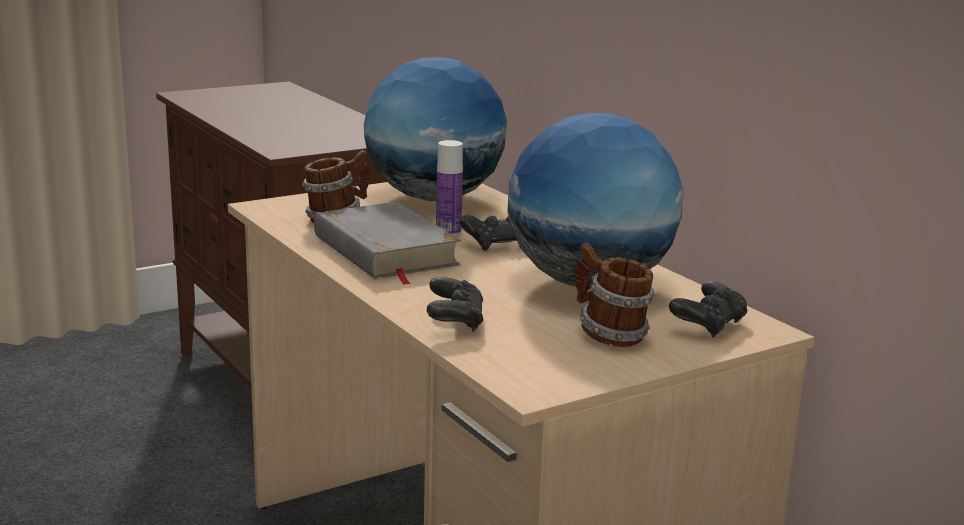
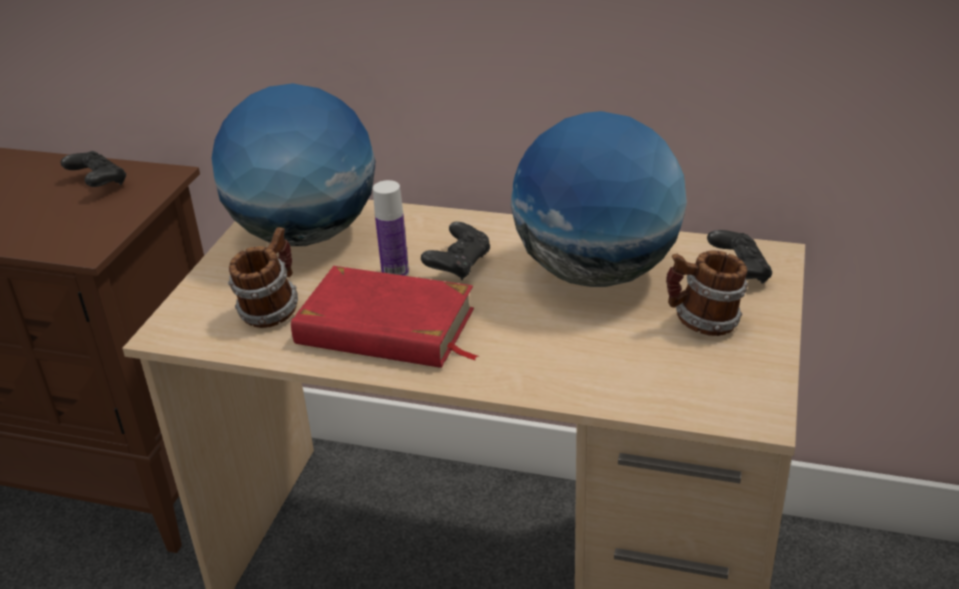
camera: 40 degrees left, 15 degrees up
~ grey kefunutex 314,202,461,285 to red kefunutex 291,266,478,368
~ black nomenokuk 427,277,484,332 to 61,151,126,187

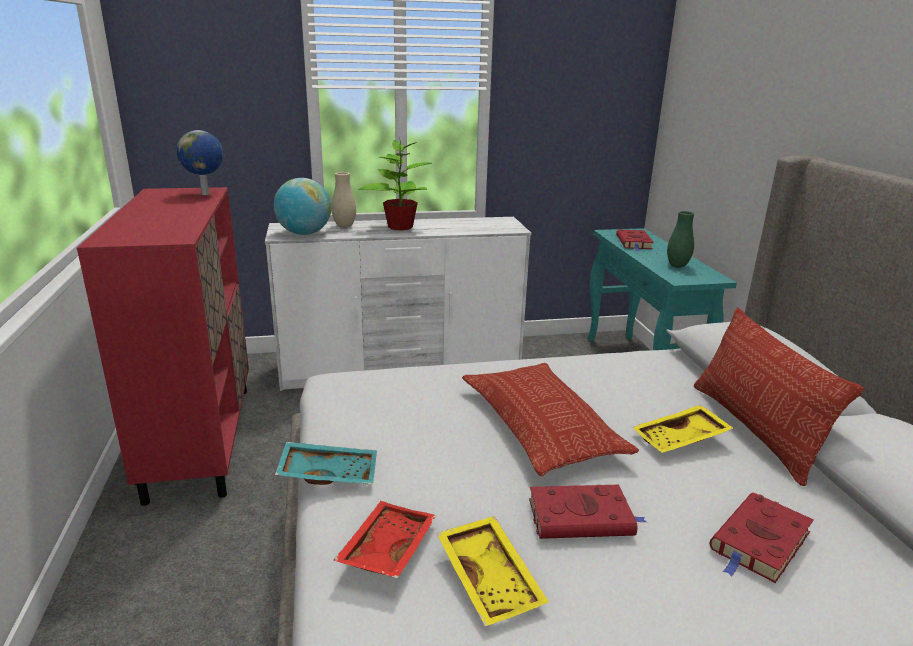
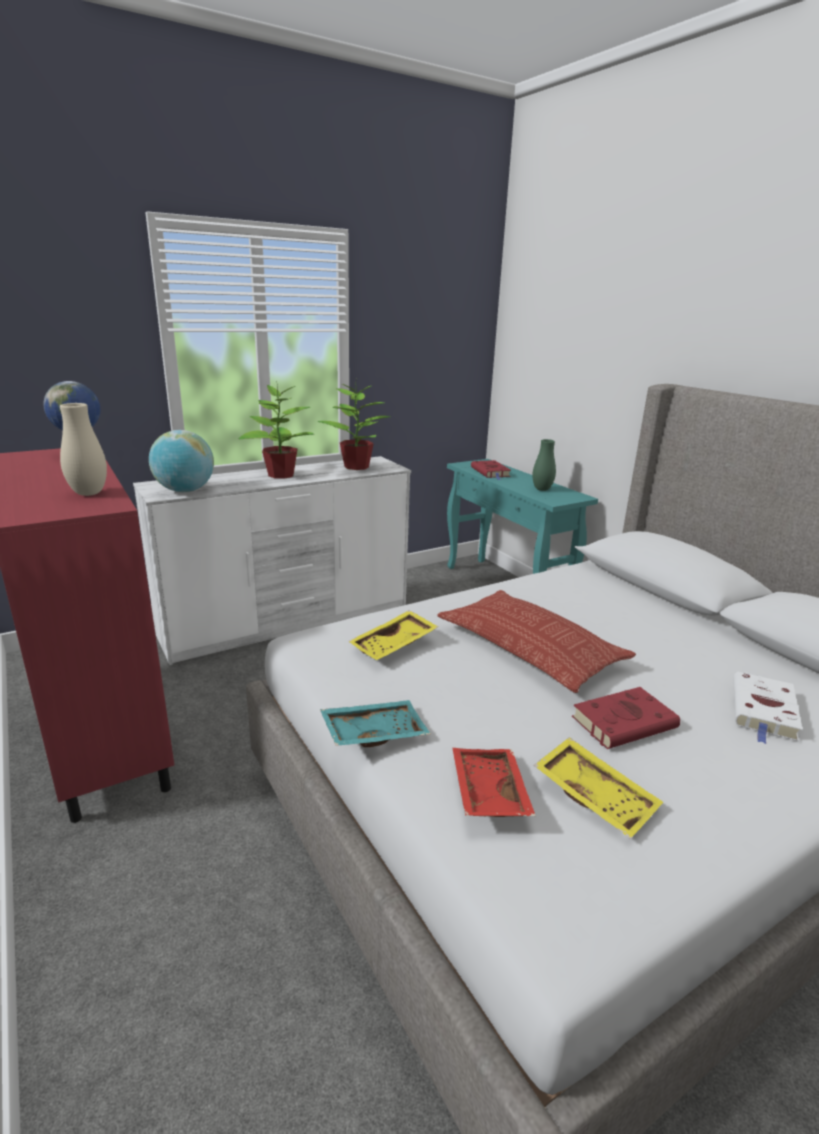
camera: 20 degrees left, 0 degrees up
~ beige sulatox 331,172,356,228 to 60,403,107,496
~ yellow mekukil 632,405,734,453 to 348,610,438,660
- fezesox 694,307,864,486
~ red kefunutex 710,492,814,583 to white kefunutex 733,672,803,744
+ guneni 317,379,390,470

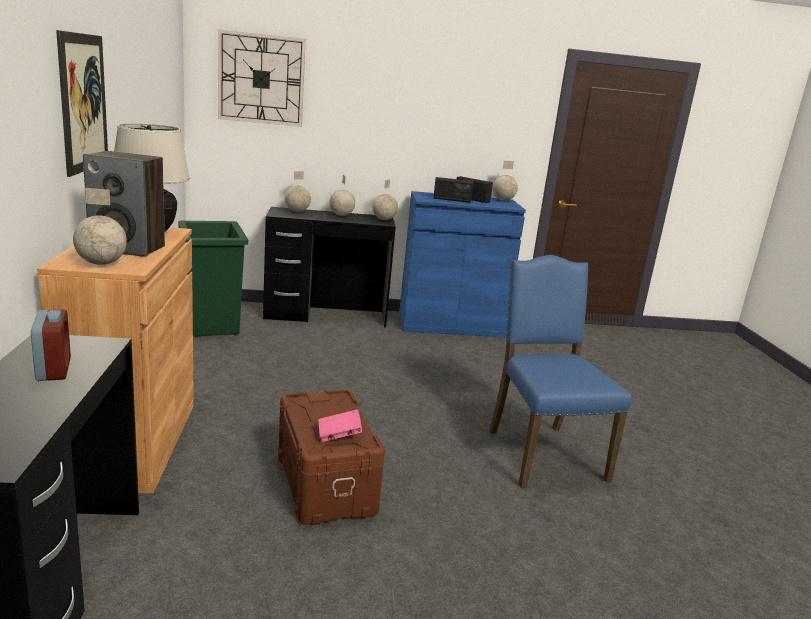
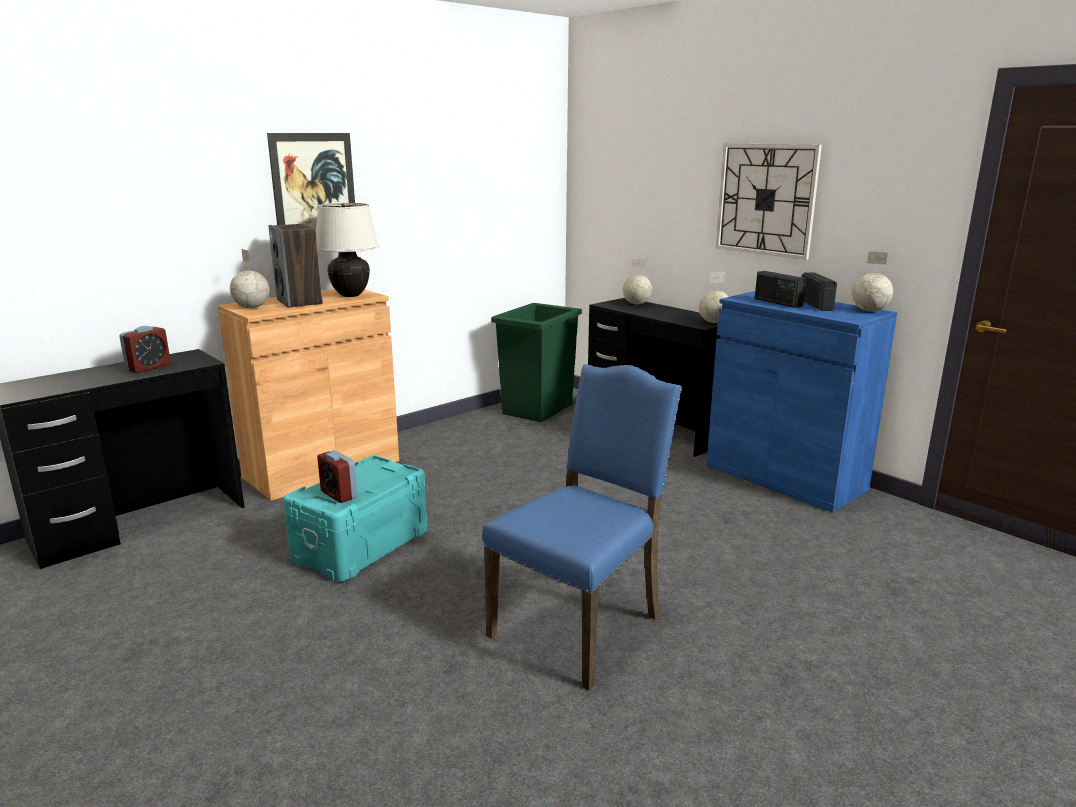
camera: 55 degrees right, 0 degrees up
~ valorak 218,30,306,127 to 716,144,822,260
~ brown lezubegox 278,390,385,525 to turquoise lezubegox 283,455,427,582
~ pink kefunutex 318,409,362,442 to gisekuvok 317,450,358,503
- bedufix 329,175,355,216

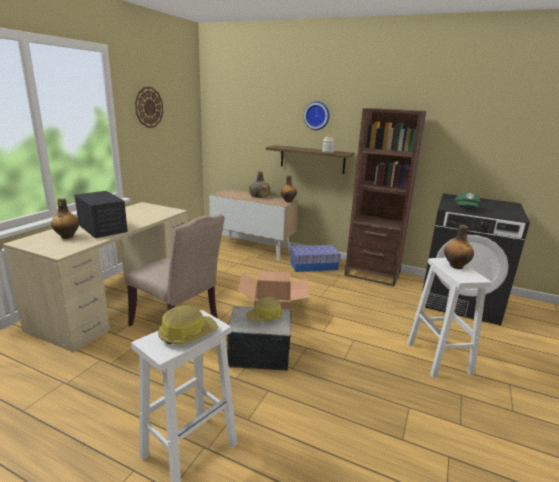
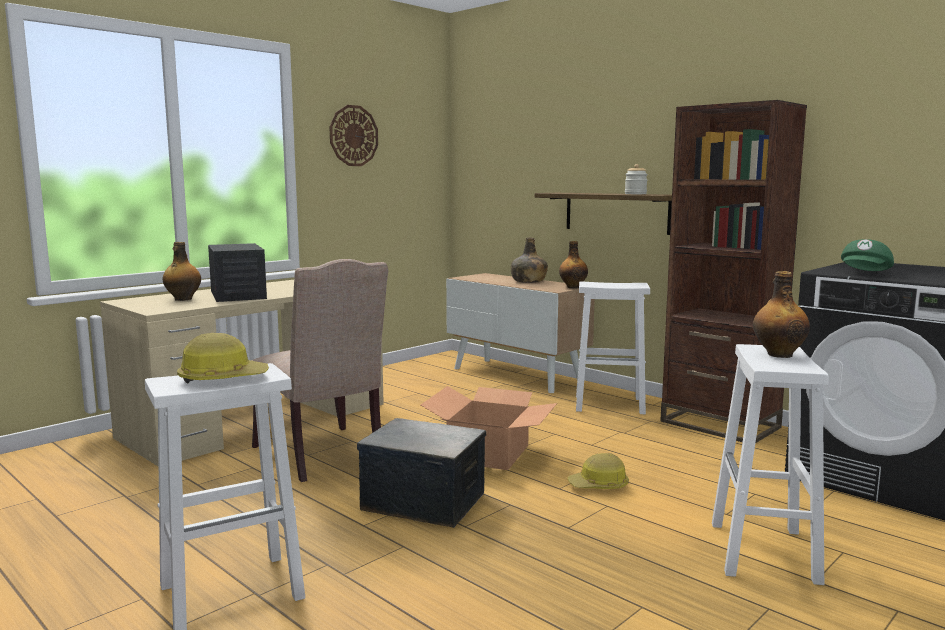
camera: 20 degrees right, 10 degrees down
~ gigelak 246,297,283,322 to 567,453,629,489
~ lezubegox 290,245,341,272 to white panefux 576,281,650,414
- valorak 304,101,330,130

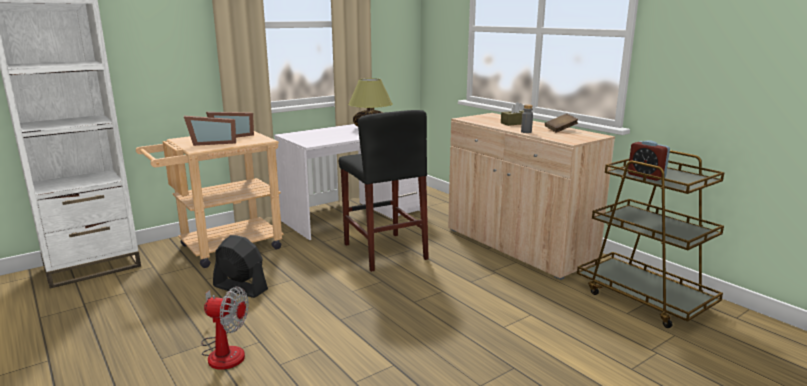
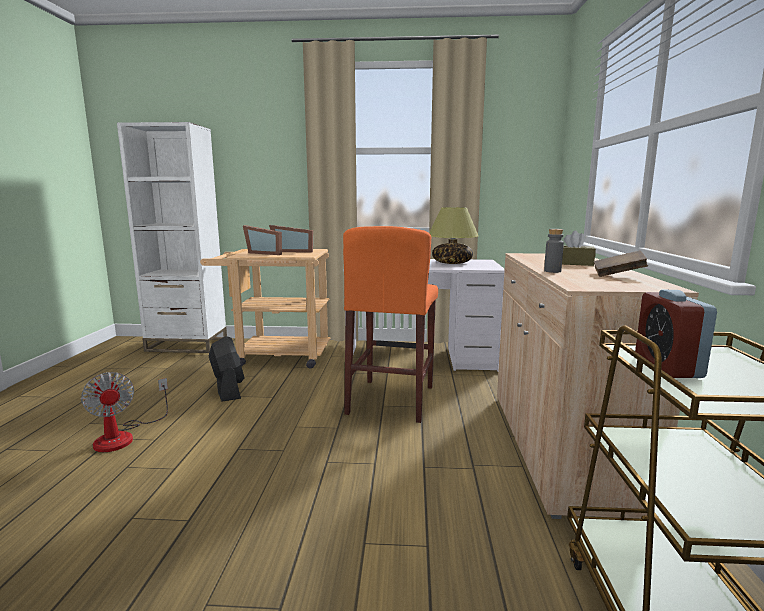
camera: 40 degrees right, 5 degrees down
~ black panefux 339,110,429,272 to orange panefux 343,226,438,423

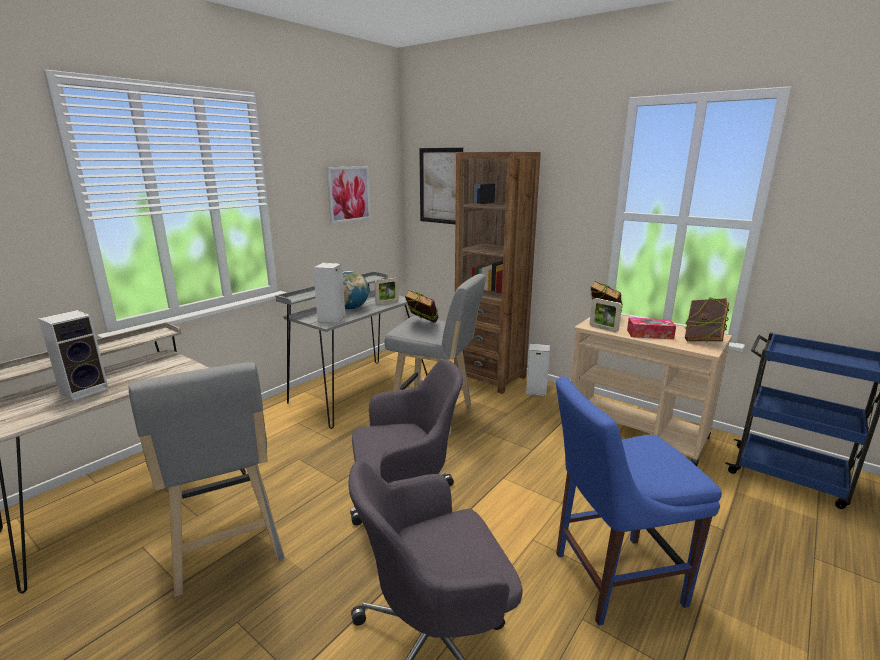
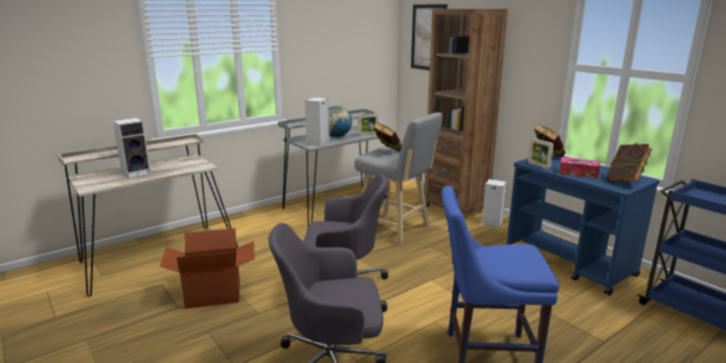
camera: 15 degrees right, 0 degrees up
~ grey panefux 128,362,285,597 to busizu 160,228,255,309
- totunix 326,166,371,224
~ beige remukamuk 571,315,732,466 to blue remukamuk 507,154,660,296

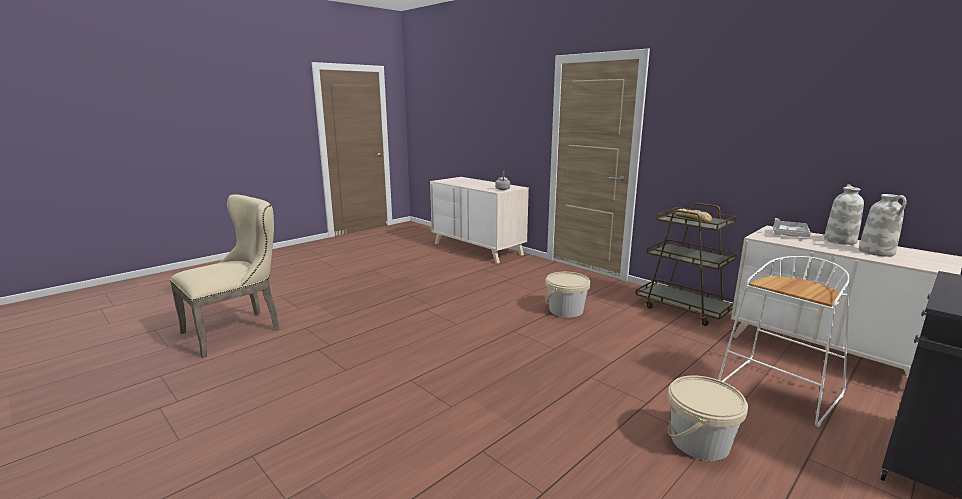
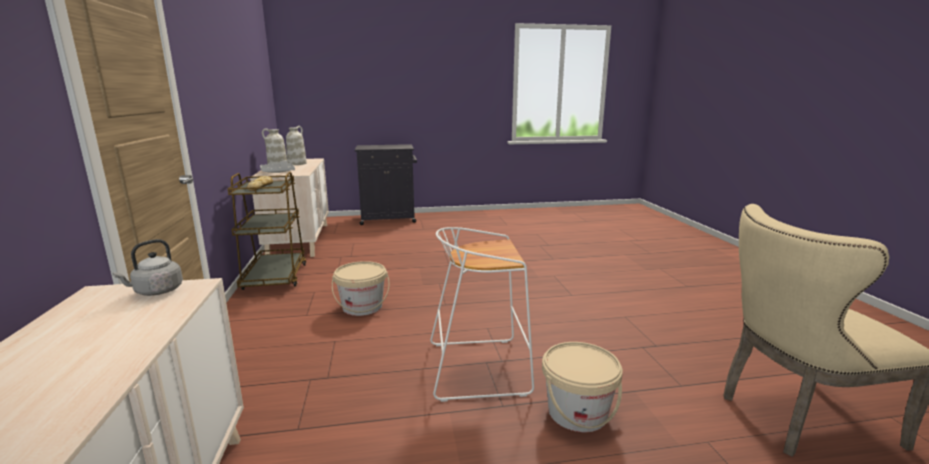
camera: 145 degrees left, 0 degrees up
~ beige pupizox 667,375,748,461 to 542,342,623,432
~ white panefux 718,256,850,427 to 430,227,534,402

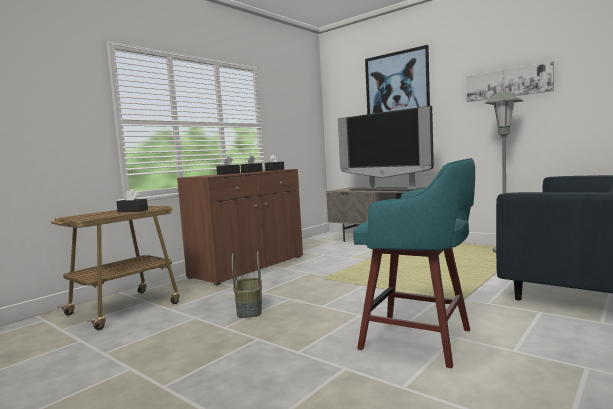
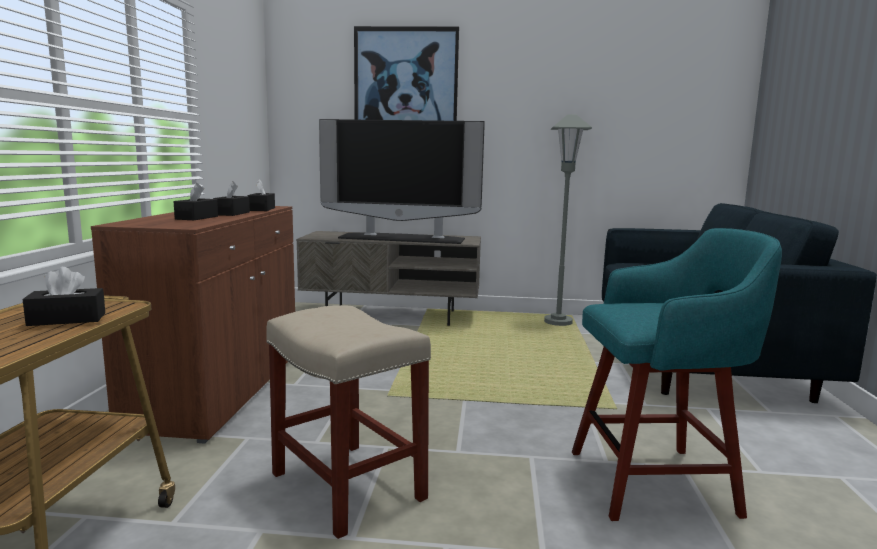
camera: 35 degrees left, 5 degrees up
~ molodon 232,252,262,318 to beige panefux 266,305,431,539
- totunix 466,62,554,102

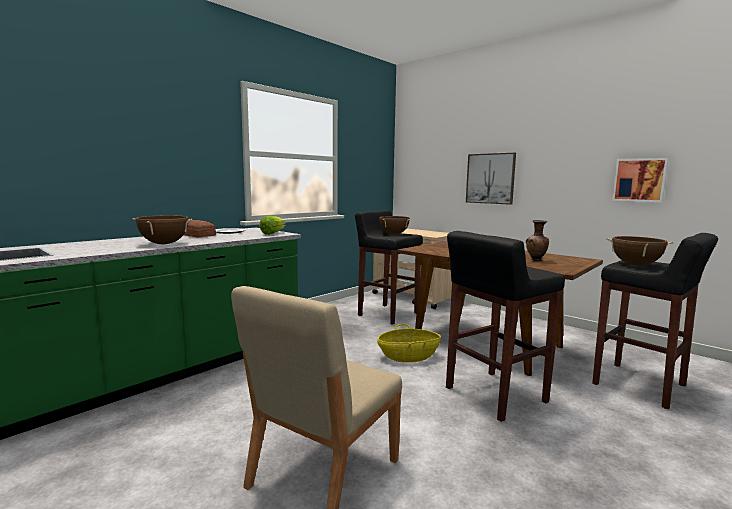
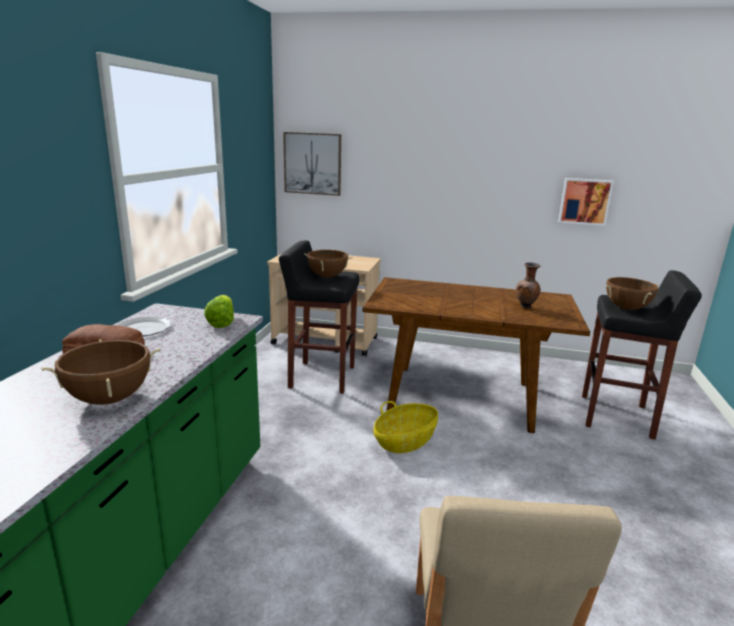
camera: 30 degrees left, 10 degrees up
- black panefux 446,231,565,422
~ totunix 466,153,516,205 to 283,132,341,196

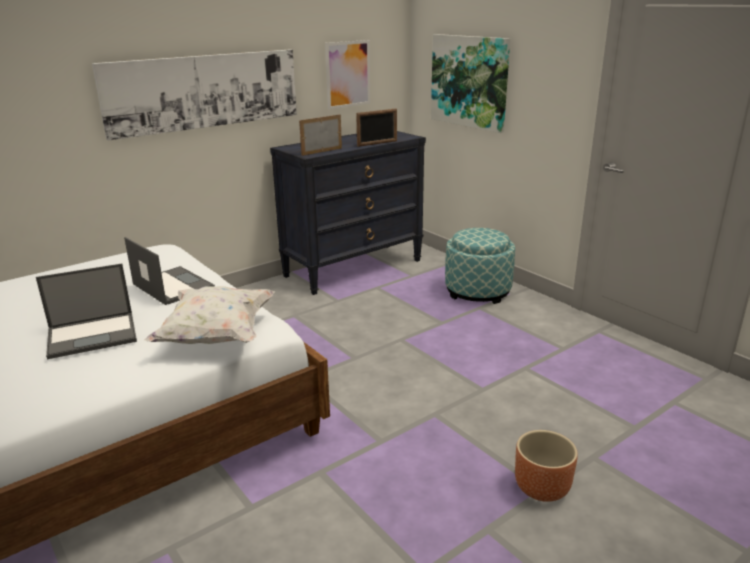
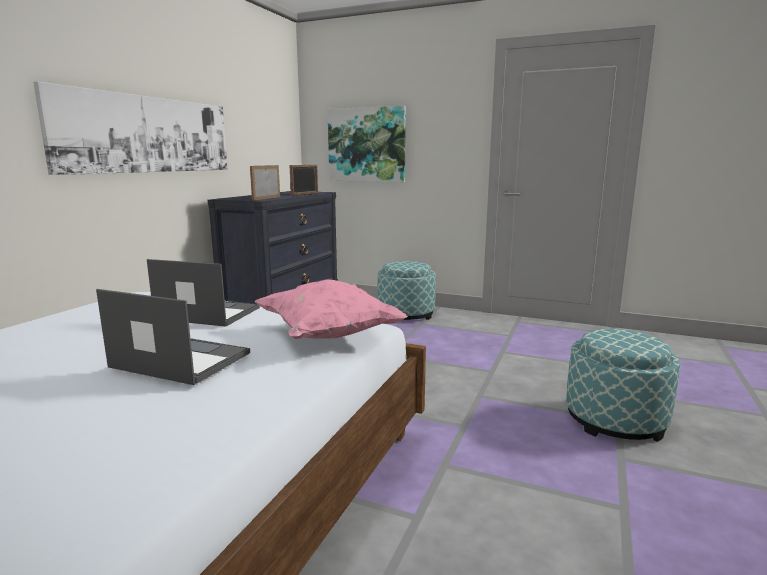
camera: 30 degrees left, 10 degrees down
~ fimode 36,264,137,359 = 96,289,250,385 105 degrees counterclockwise
~ white fezesox 144,286,275,344 to pink fezesox 254,279,408,339
- totunix 325,40,370,109
~ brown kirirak 515,430,578,502 to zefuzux 566,329,680,442

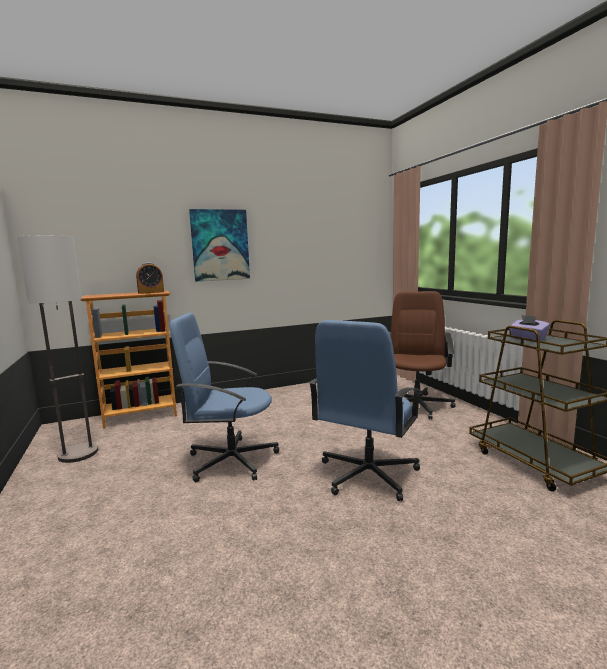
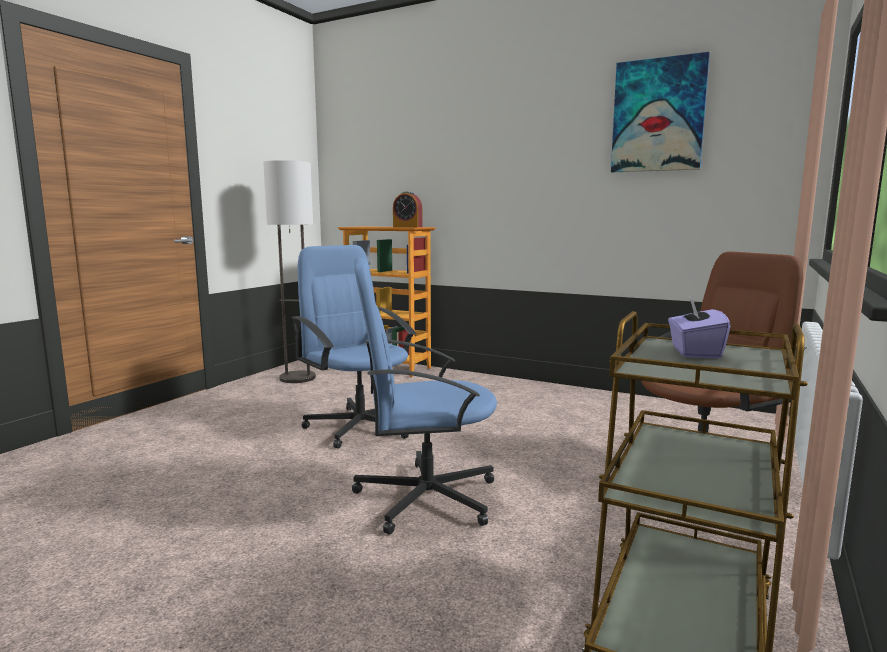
camera: 50 degrees right, 0 degrees up
~ totunix 189,209,250,281 to 611,52,710,172

